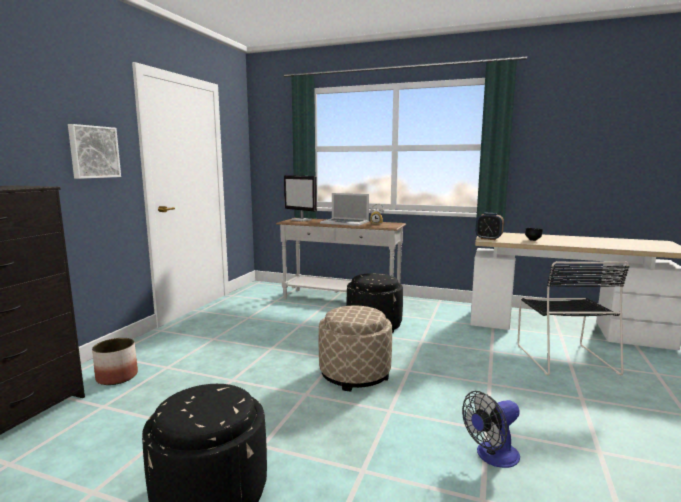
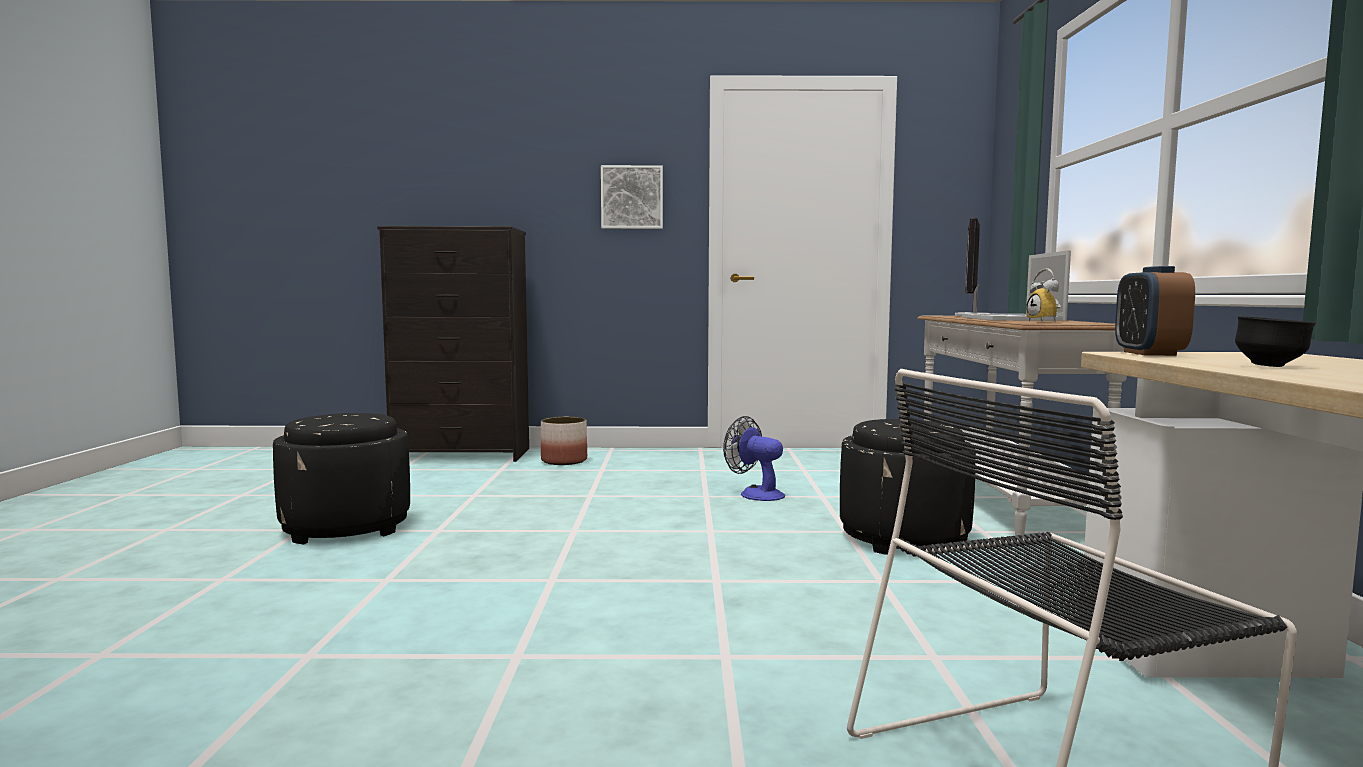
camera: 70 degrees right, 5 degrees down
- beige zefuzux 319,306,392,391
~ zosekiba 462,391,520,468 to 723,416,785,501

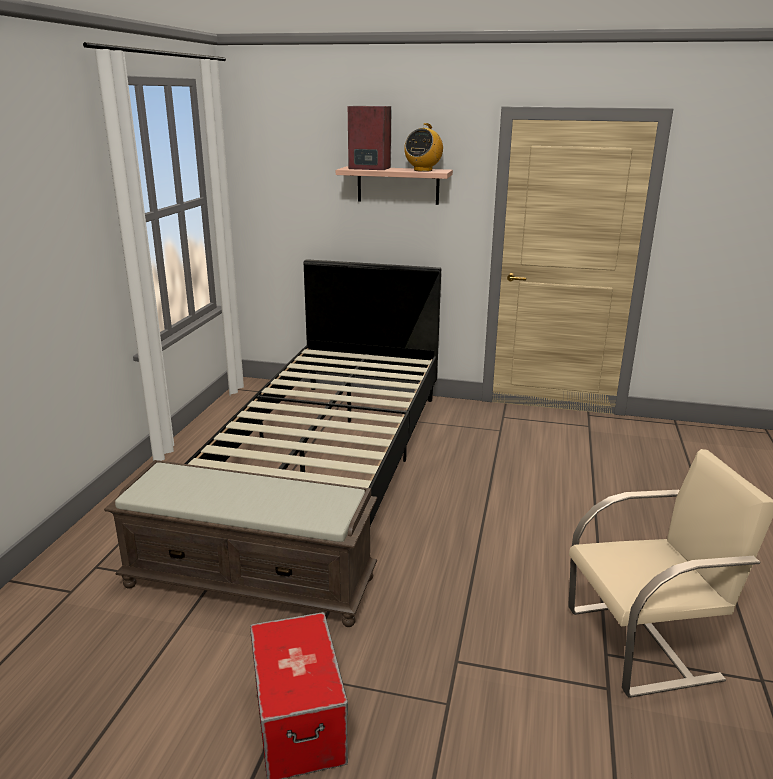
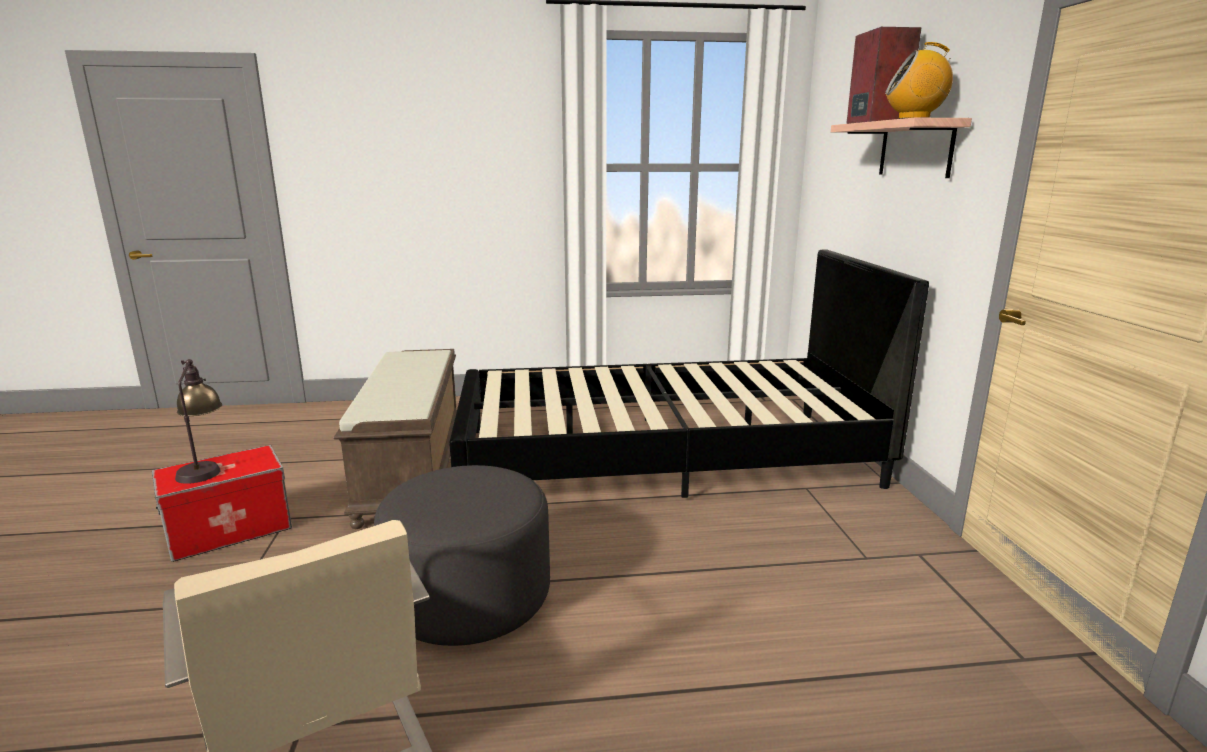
camera: 70 degrees right, 5 degrees down
+ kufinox 175,359,222,484
+ grey zefuzux 374,465,550,646

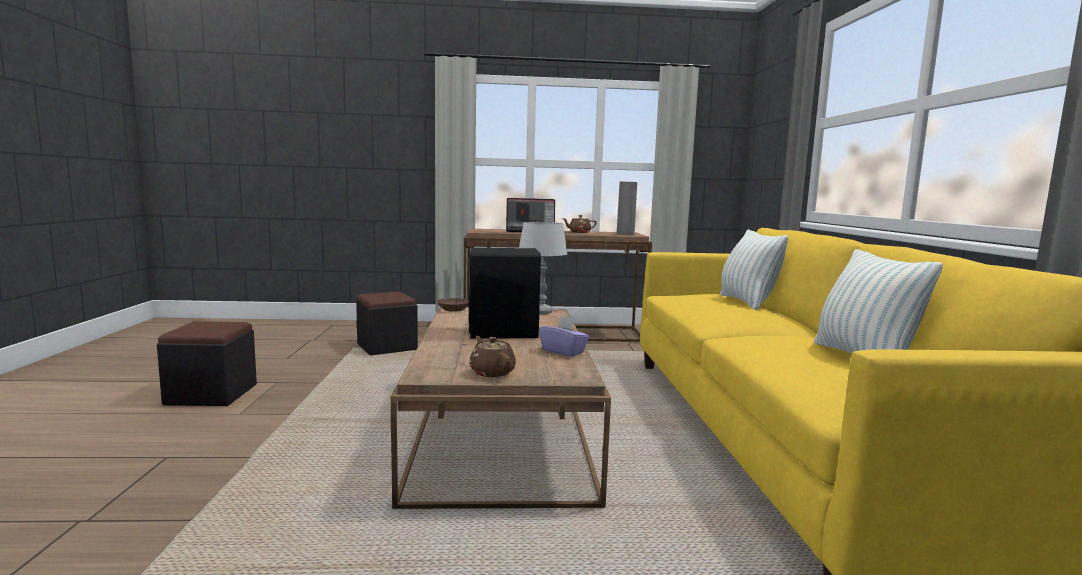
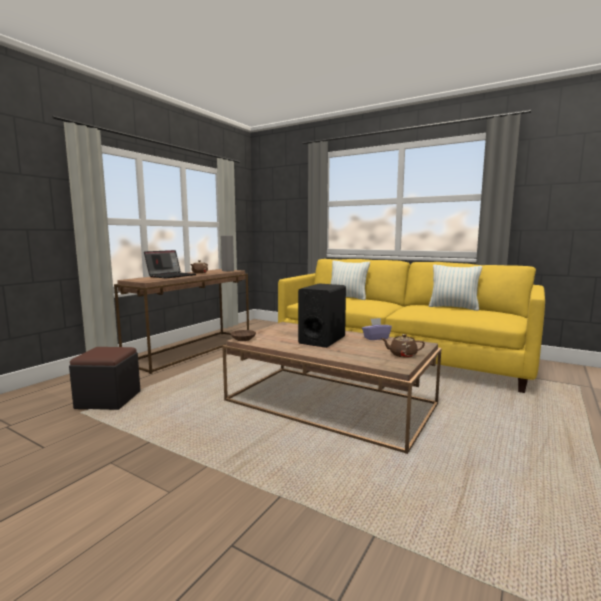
camera: 55 degrees left, 0 degrees up
- black zefuzux 157,321,257,406
- grey kufinox 519,222,567,314

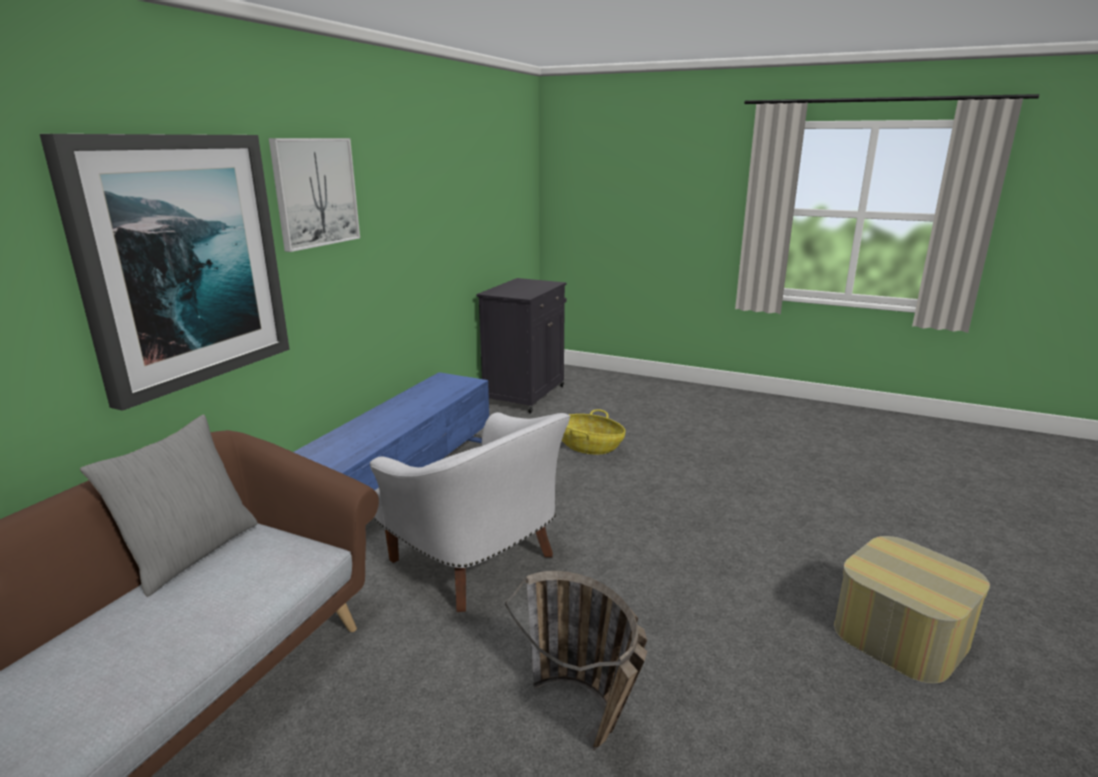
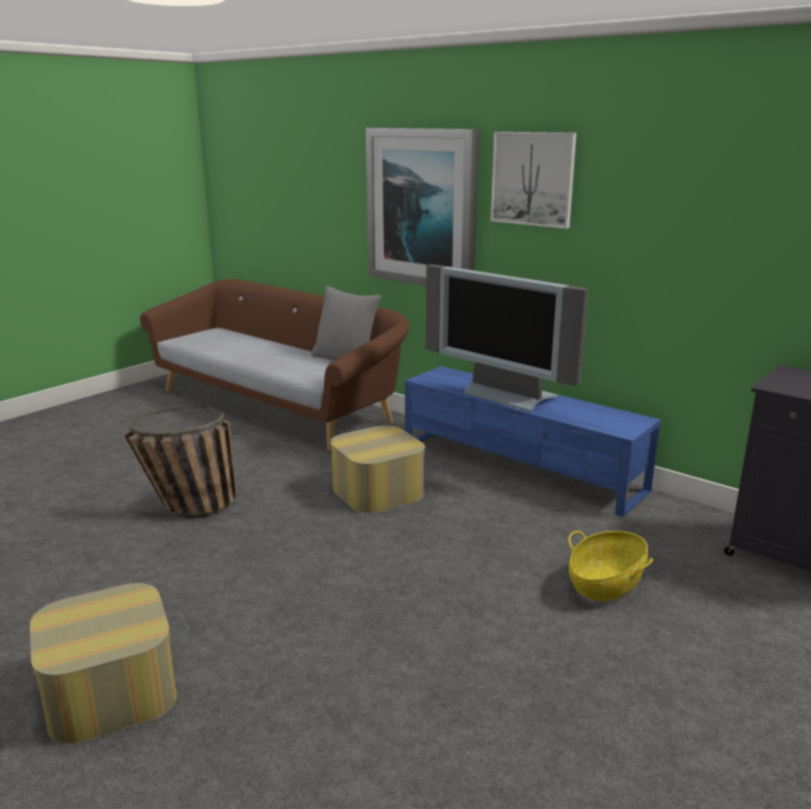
camera: 105 degrees right, 0 degrees up
~ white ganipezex 370,412,571,612 to zefuzux 330,425,425,513
+ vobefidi 426,264,589,412

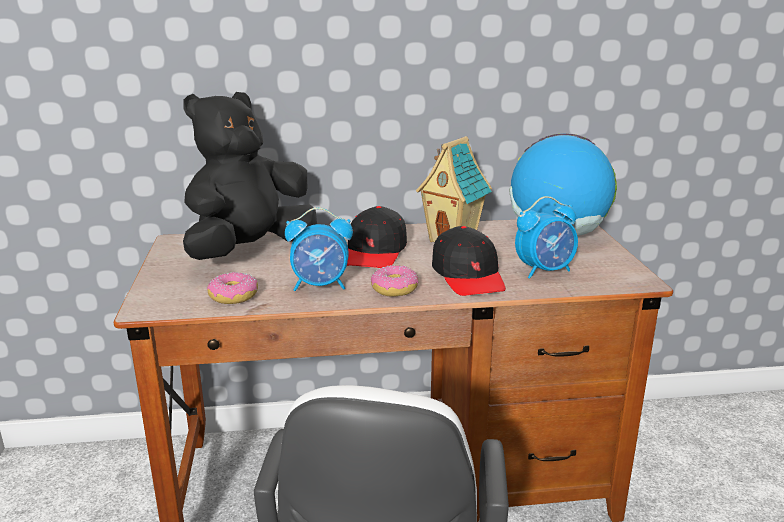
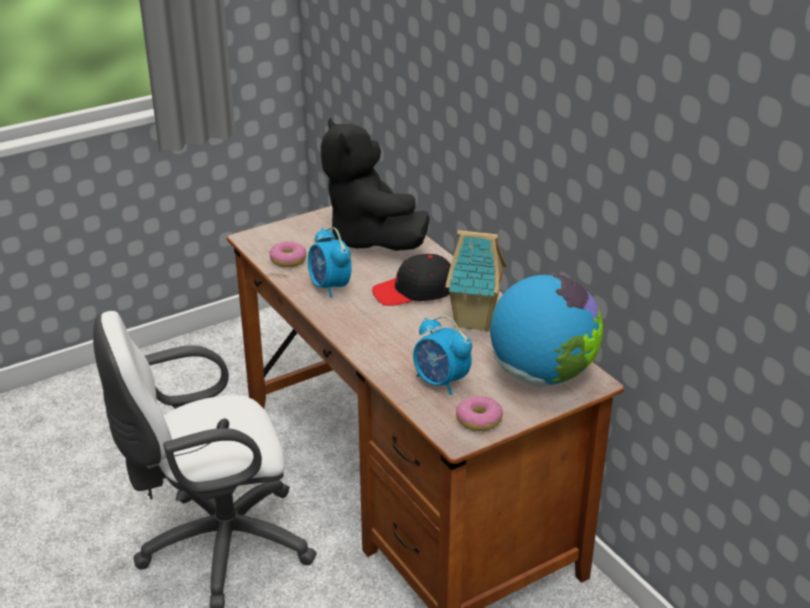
camera: 65 degrees right, 10 degrees up
~ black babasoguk 183,92,317,260 = 321,118,430,251 135 degrees counterclockwise
~ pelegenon 371,265,418,296 to 456,396,503,431
- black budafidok 432,226,506,296

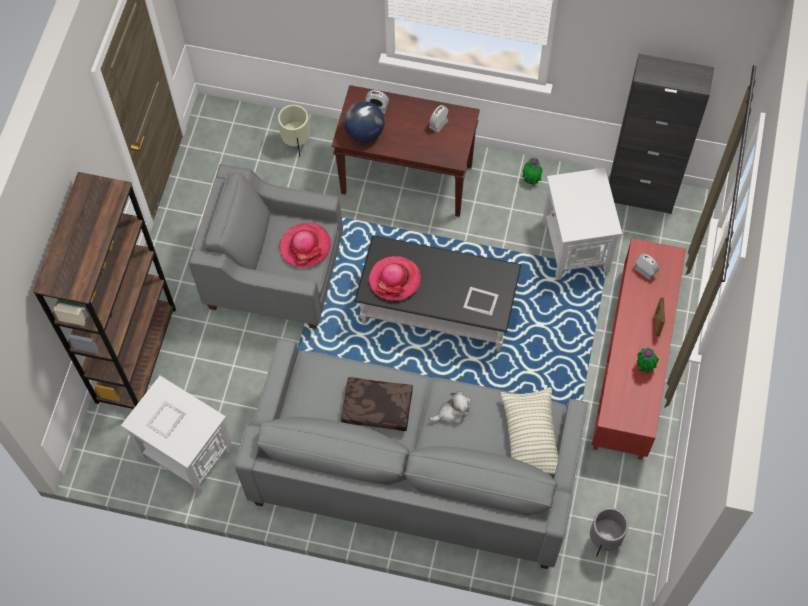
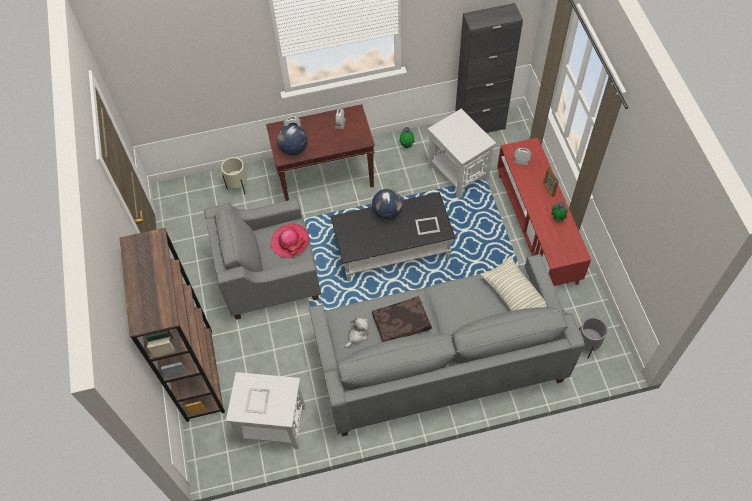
camera: 25 degrees left, 5 degrees down
- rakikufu 369,256,421,301
~ babasoguk 429,391,471,424 to 344,316,369,348
+ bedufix 372,189,403,220

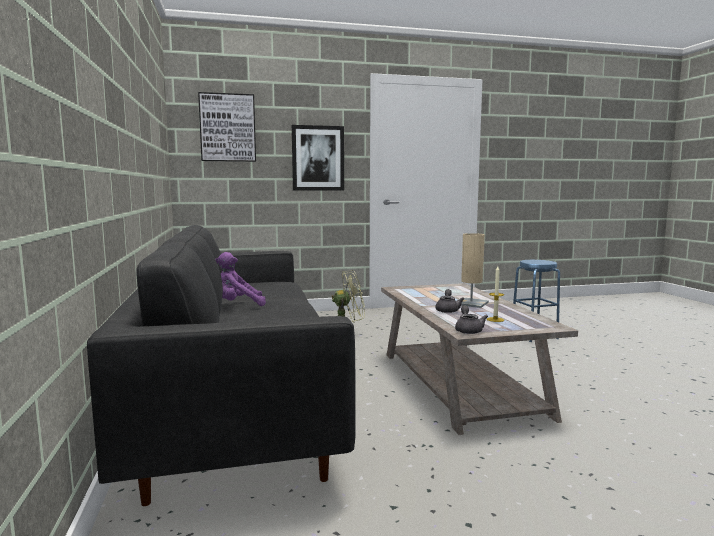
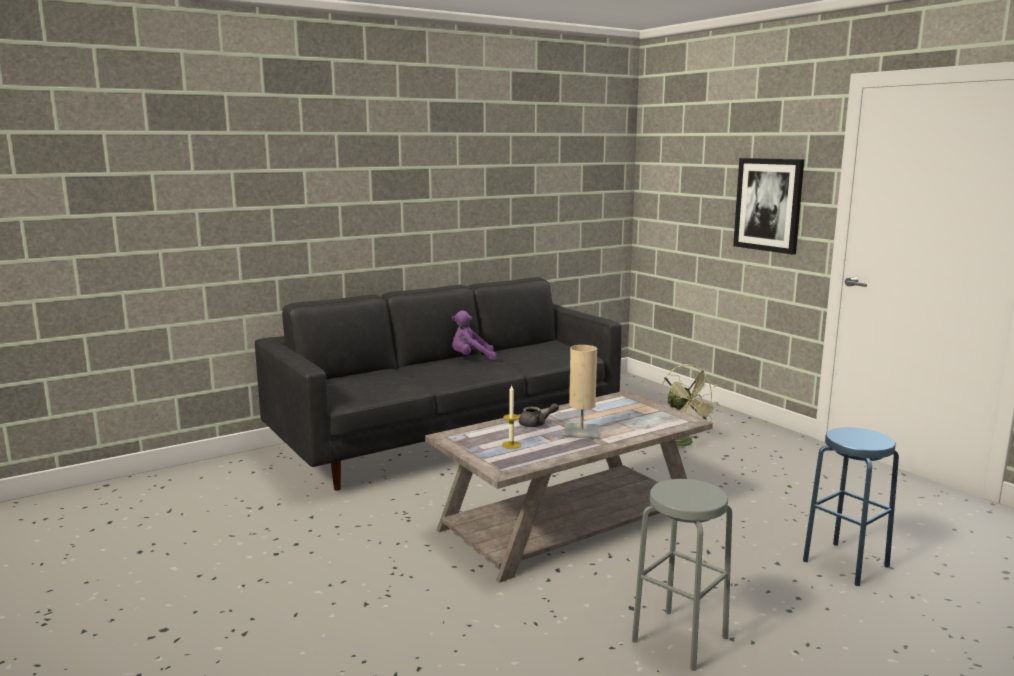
camera: 70 degrees right, 5 degrees up
- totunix 198,92,256,162
~ purple babasoguk 215,252,266,306 = 452,311,497,361 60 degrees counterclockwise
- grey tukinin 455,305,488,334
+ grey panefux 632,479,732,671

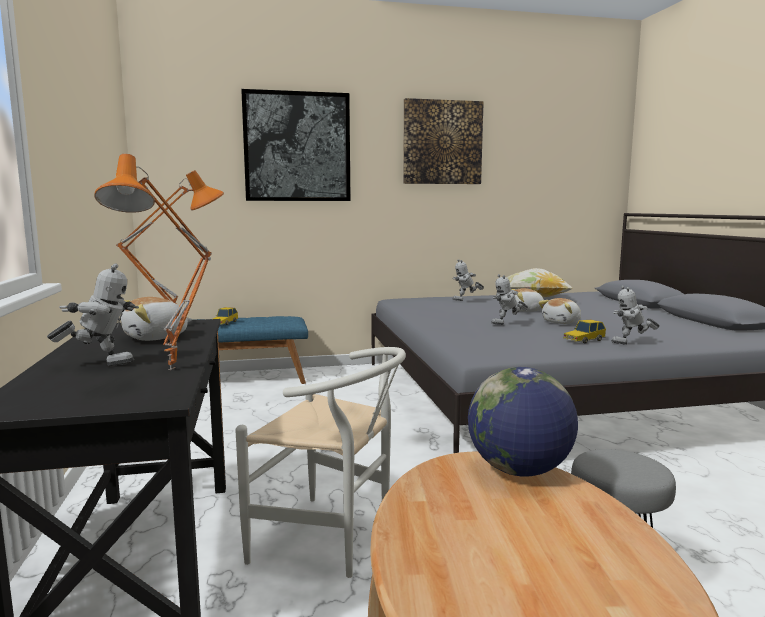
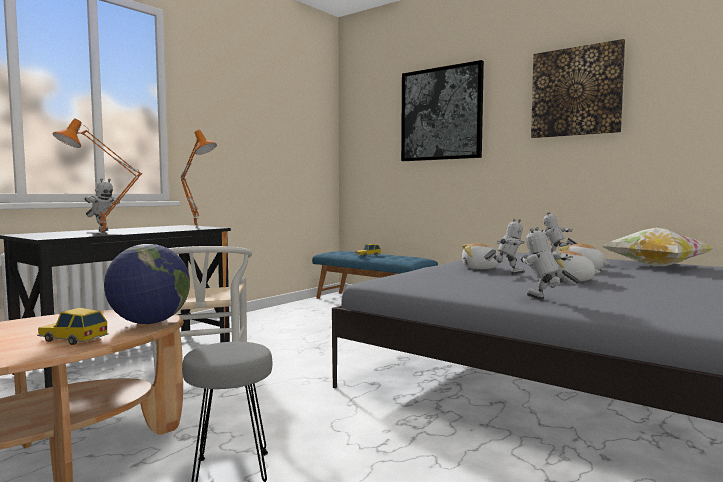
camera: 50 degrees right, 5 degrees down
~ babasoguk 121,297,193,341 to 462,243,505,269
~ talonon 491,274,528,325 = 484,219,525,274 135 degrees clockwise
~ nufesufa 563,320,606,343 to 37,308,109,345

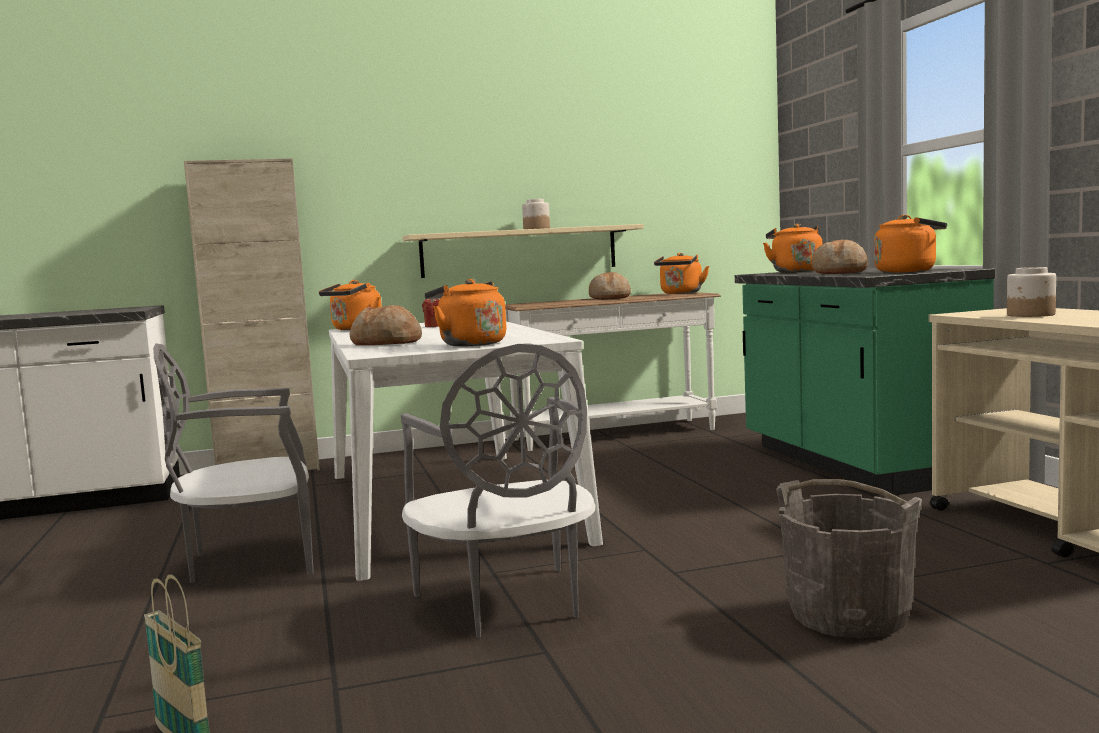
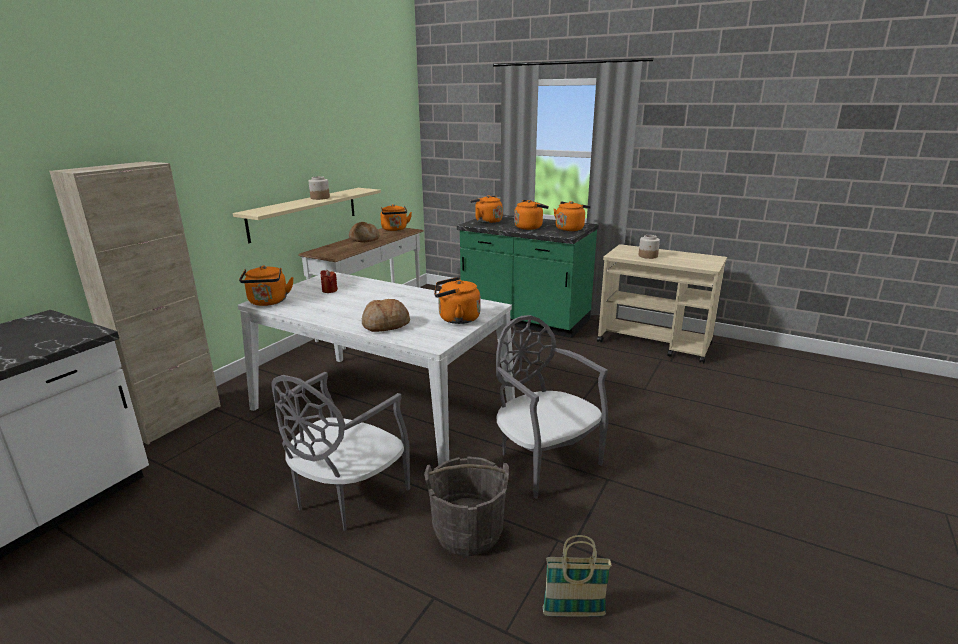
camera: 45 degrees left, 15 degrees up
~ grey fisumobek 401,343,595,638 = 496,315,609,499 150 degrees counterclockwise
~ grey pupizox 776,479,922,639 to 424,456,509,556
~ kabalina 812,240,868,274 to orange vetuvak 514,200,549,230

